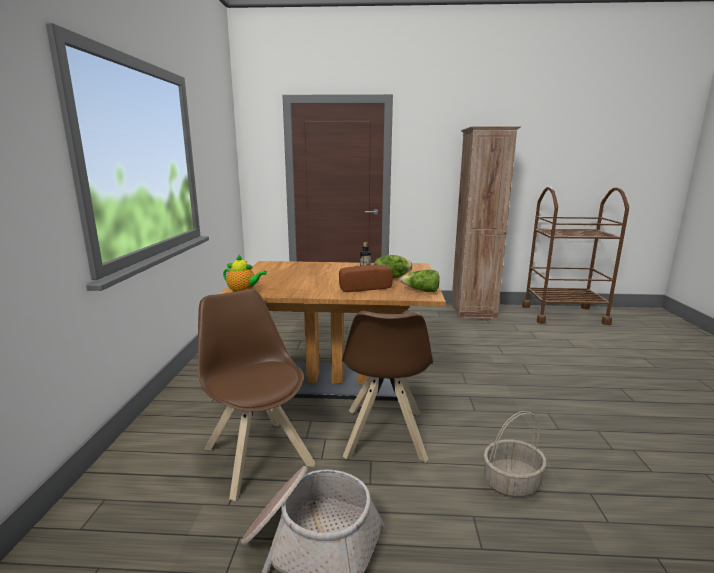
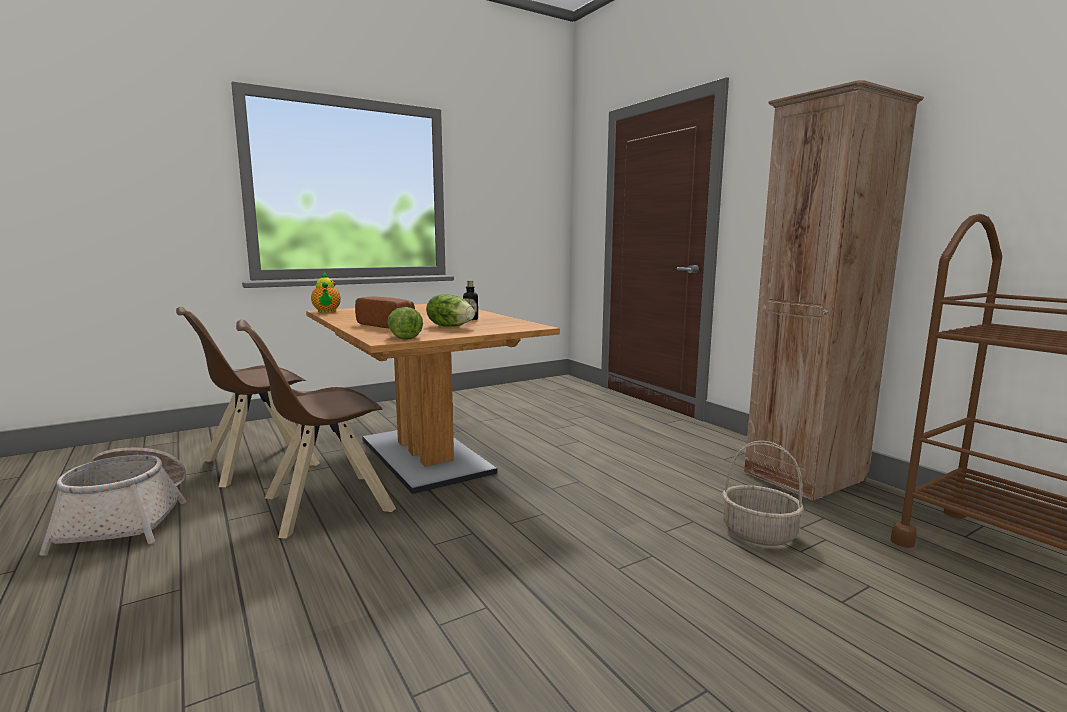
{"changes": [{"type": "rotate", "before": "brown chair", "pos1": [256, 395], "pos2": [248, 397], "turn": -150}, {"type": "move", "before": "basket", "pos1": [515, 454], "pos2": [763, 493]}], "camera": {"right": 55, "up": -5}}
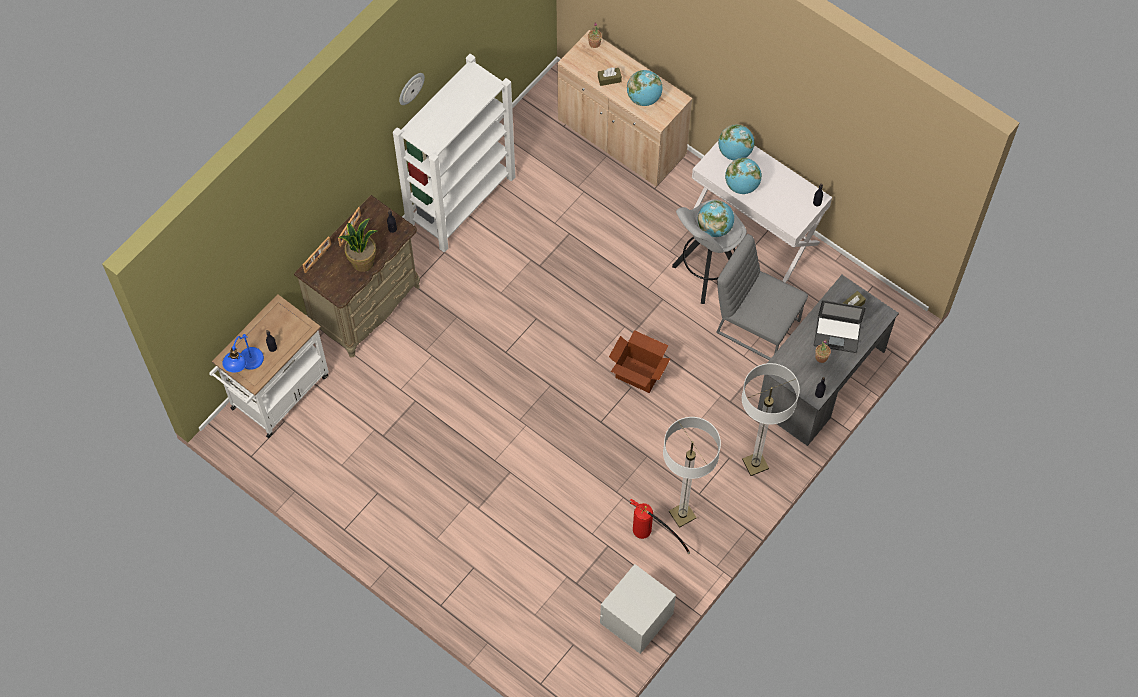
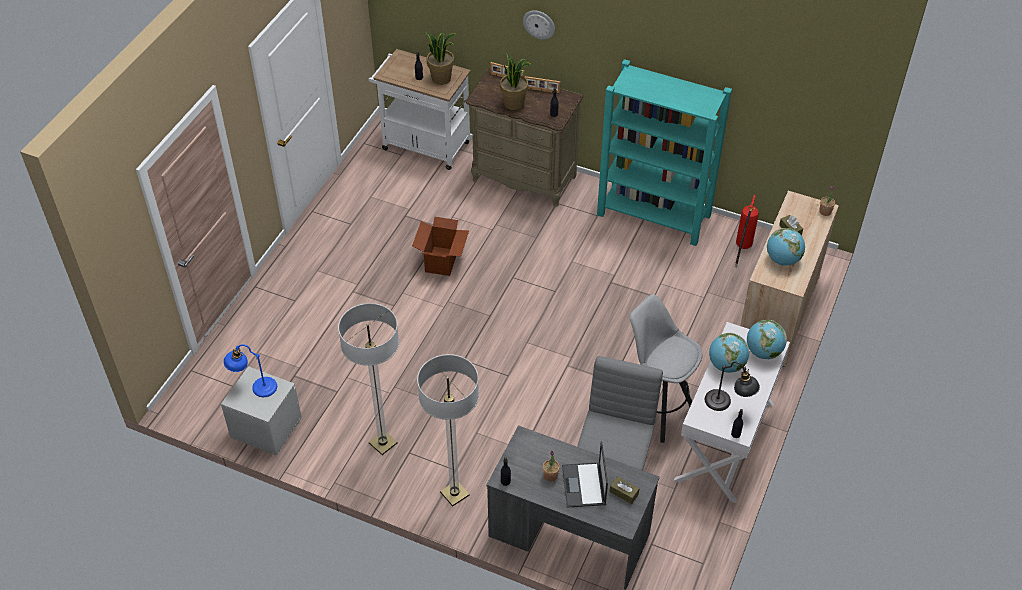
{"changes": [{"type": "move", "before": "blue table lamp", "pos1": [243, 353], "pos2": [250, 370]}, {"type": "recolor", "before": "white bookcase", "after": "turquoise bookcase", "pos1": [454, 153], "pos2": [664, 152]}, {"type": "move", "before": "wall clock", "pos1": [412, 89], "pos2": [539, 25]}, {"type": "move", "before": "cardboard box", "pos1": [640, 361], "pos2": [440, 246]}, {"type": "move", "before": "fire extinguisher", "pos1": [660, 526], "pos2": [747, 231]}, {"type": "delete", "before": "globe", "pos1": [716, 218]}, {"type": "insert", "after": "potted plant", "pos2": [441, 58]}, {"type": "insert", "after": "grey table lamp", "pos2": [732, 386]}], "camera": {"right": 75, "up": -15}}
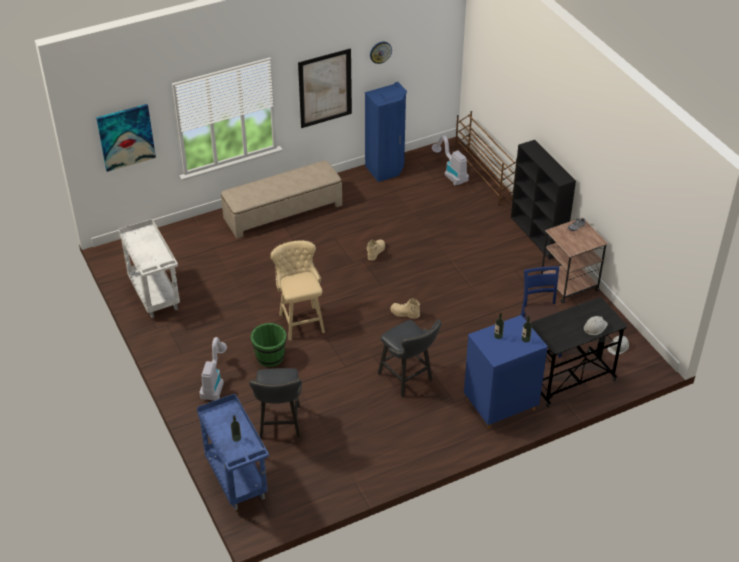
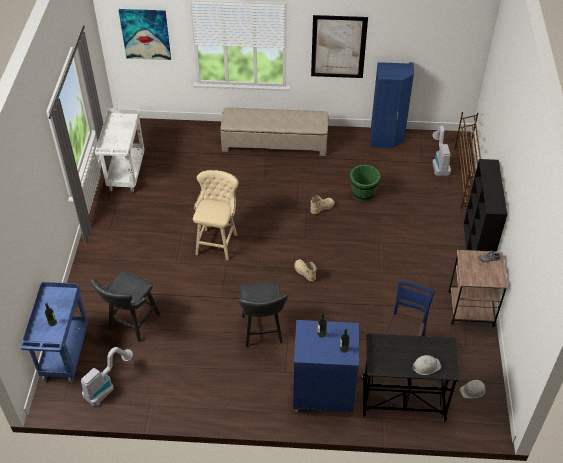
{"changes": [{"type": "move", "before": "vacuum cleaner", "pos1": [213, 368], "pos2": [107, 376]}, {"type": "move", "before": "green bucket", "pos1": [269, 345], "pos2": [365, 183]}, {"type": "delete", "before": "wall clock", "pos1": [381, 53]}], "camera": {"right": 30, "up": 5}}
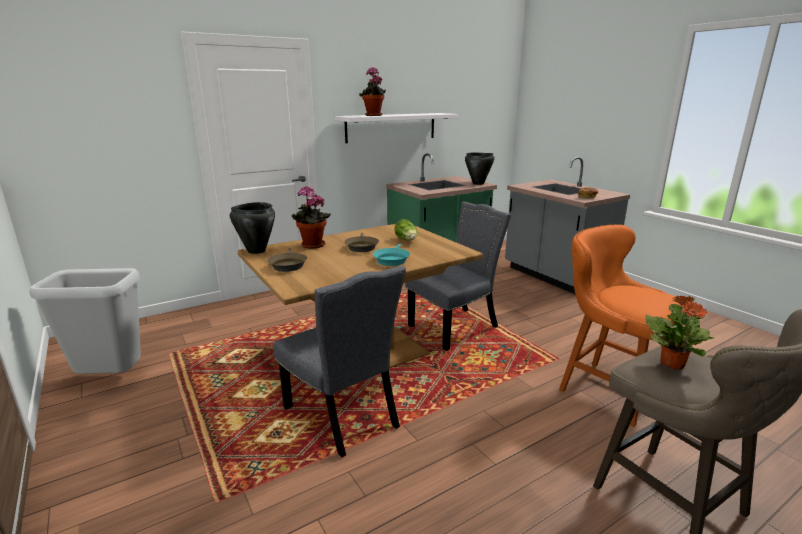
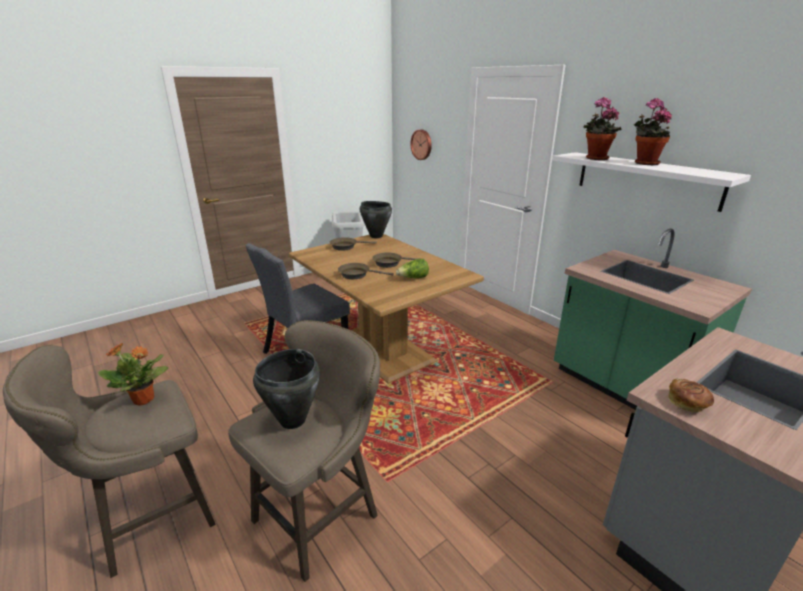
{"changes": [{"type": "move", "before": "potted plant", "pos1": [311, 217], "pos2": [652, 131]}, {"type": "recolor", "before": "turquoise frying pan", "after": "brown frying pan", "pos1": [391, 255], "pos2": [366, 271]}, {"type": "delete", "before": "grey chair", "pos1": [458, 276]}, {"type": "move", "before": "black cooking pot", "pos1": [479, 169], "pos2": [286, 389]}, {"type": "recolor", "before": "orange stool", "after": "beige stool", "pos1": [623, 325], "pos2": [304, 451]}, {"type": "insert", "after": "wall clock", "pos2": [421, 145]}], "camera": {"right": 85, "up": 5}}
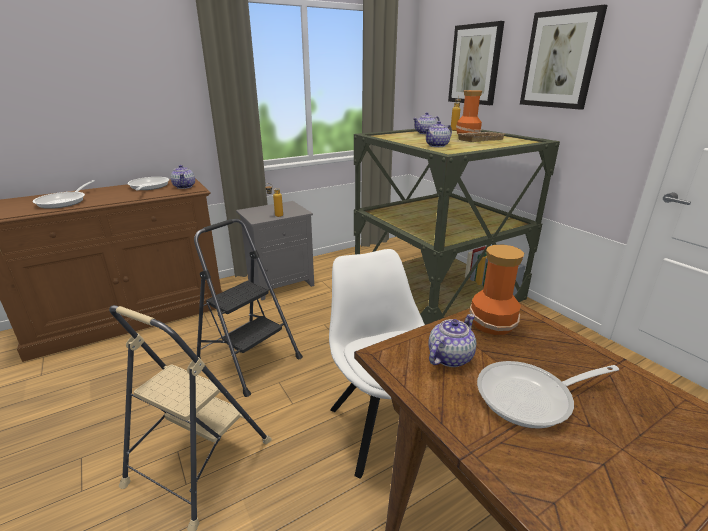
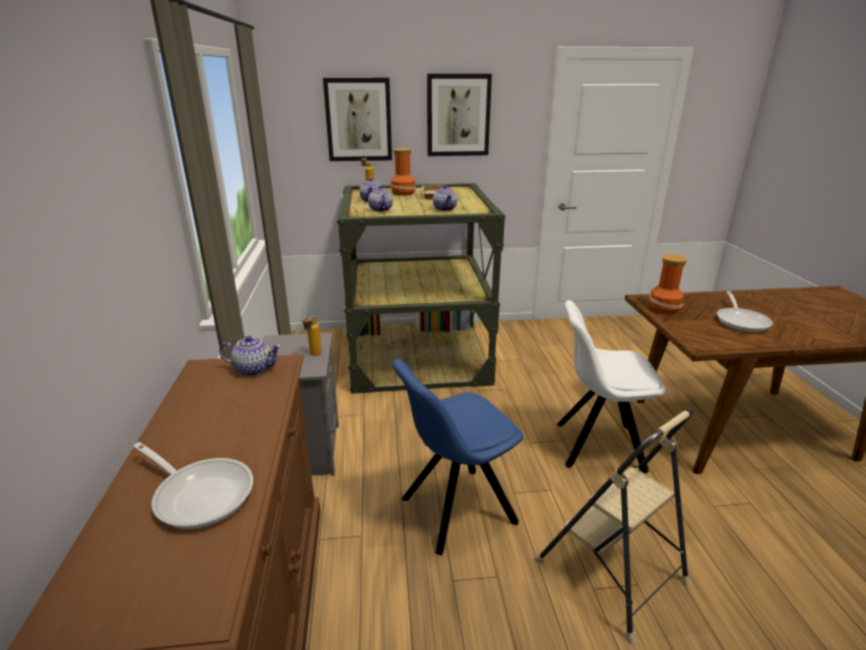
{"changes": [{"type": "delete", "before": "frying pan", "pos1": [148, 184]}, {"type": "replace", "before": "black step ladder", "after": "blue chair", "pos1": [248, 308], "pos2": [457, 457]}, {"type": "move", "before": "teapot", "pos1": [452, 340], "pos2": [380, 199]}], "camera": {"right": -65, "up": 0}}
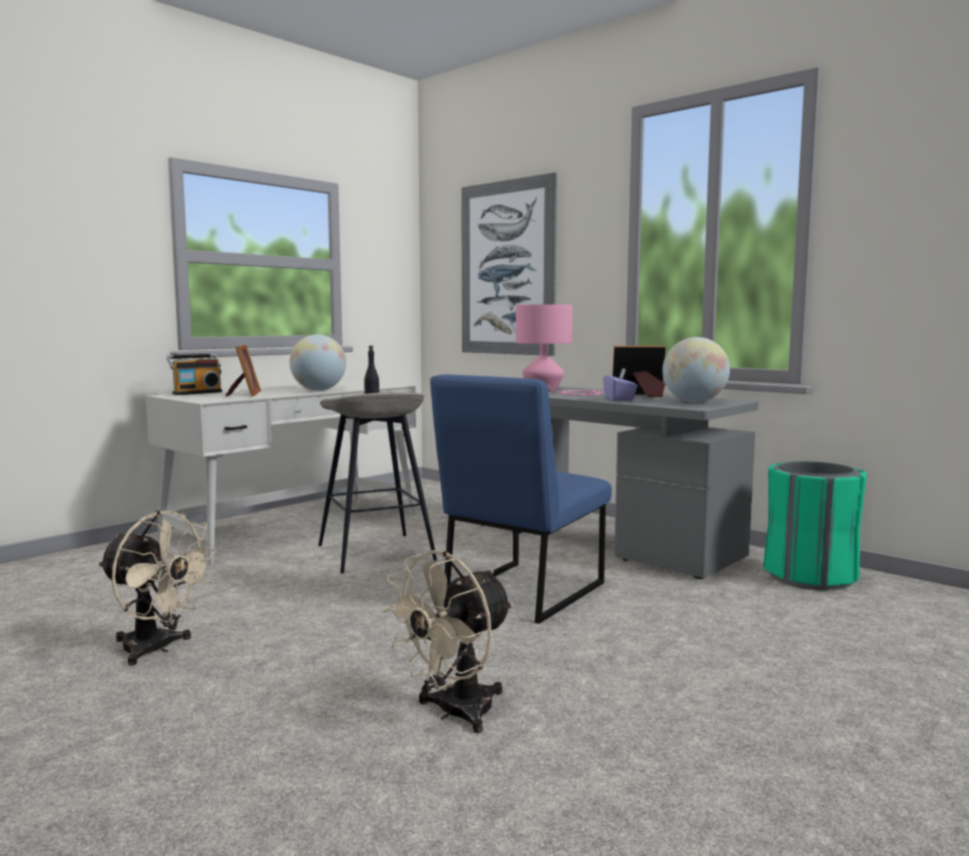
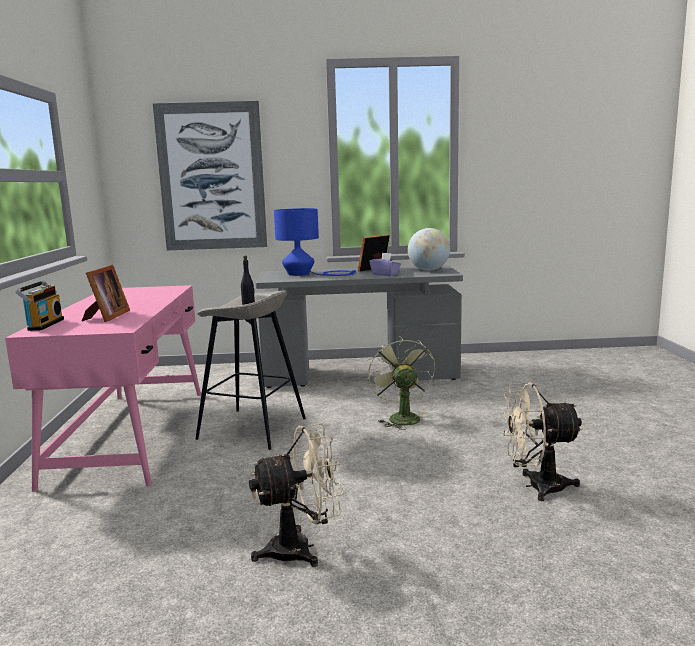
{"changes": [{"type": "recolor", "before": "white desk", "after": "pink desk", "pos1": [281, 473], "pos2": [103, 388]}, {"type": "rotate", "before": "picture frame", "pos1": [243, 371], "pos2": [106, 293], "turn": 60}, {"type": "delete", "before": "globe", "pos1": [317, 362]}, {"type": "rotate", "before": "beige fan", "pos1": [447, 641], "pos2": [542, 441], "turn": 90}, {"type": "replace", "before": "blue chair", "after": "green fan", "pos1": [521, 499], "pos2": [401, 383]}, {"type": "recolor", "before": "pink table lamp", "after": "blue table lamp", "pos1": [560, 350], "pos2": [315, 242]}, {"type": "delete", "before": "green trash can", "pos1": [815, 525]}], "camera": {"right": -45, "up": 5}}
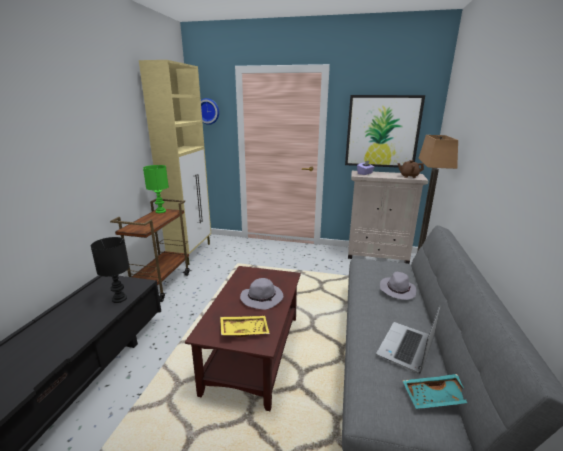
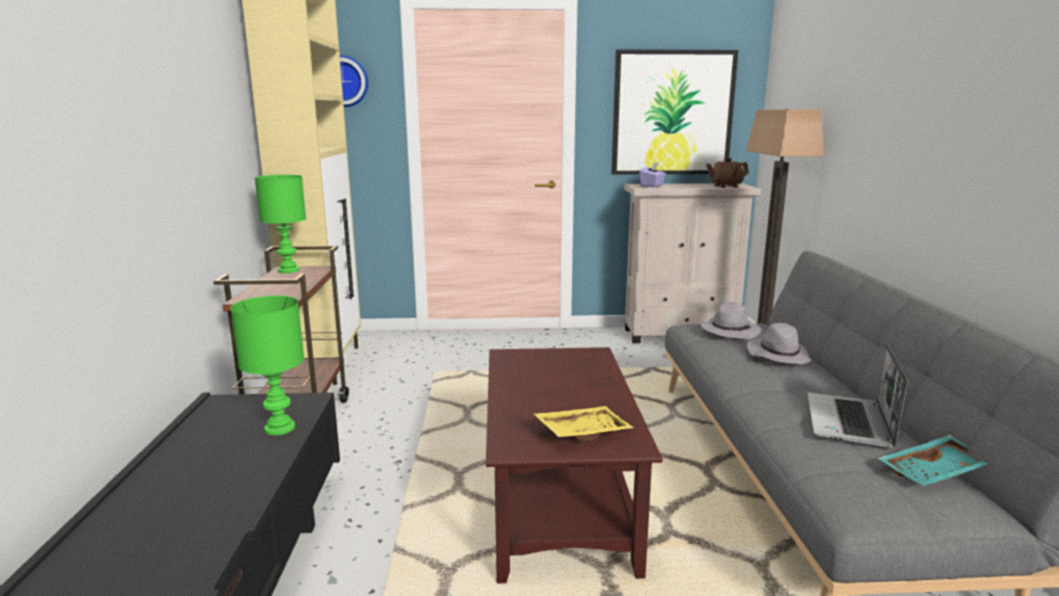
{"changes": [{"type": "recolor", "before": "black table lamp", "after": "green table lamp", "pos1": [110, 270], "pos2": [267, 365]}, {"type": "move", "before": "grey hat", "pos1": [261, 294], "pos2": [730, 321]}], "camera": {"right": -15, "up": -5}}
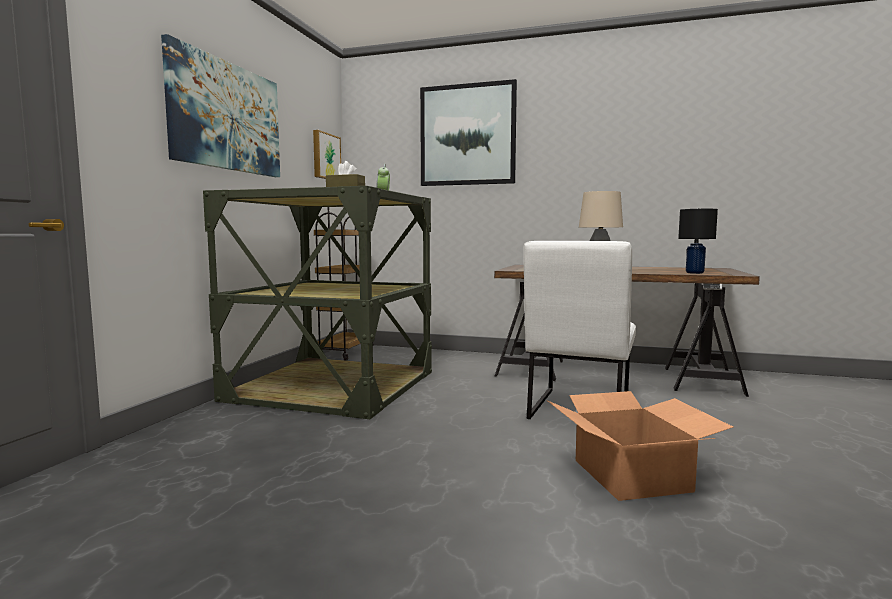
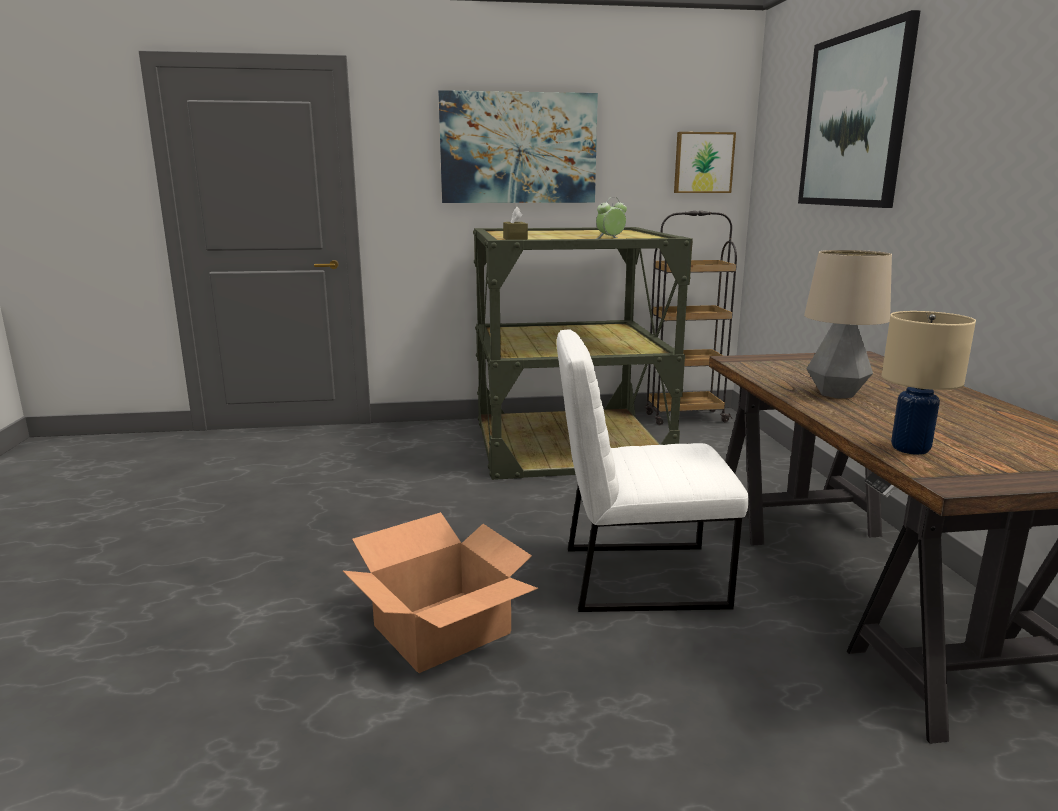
{"changes": [{"type": "recolor", "before": "black table lamp", "after": "beige table lamp", "pos1": [698, 241], "pos2": [929, 383]}], "camera": {"right": 65, "up": 10}}
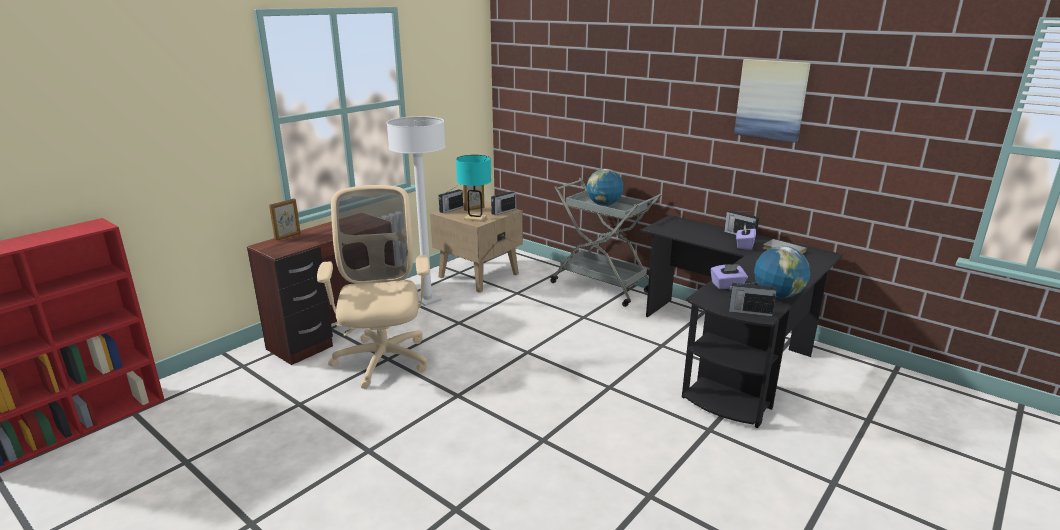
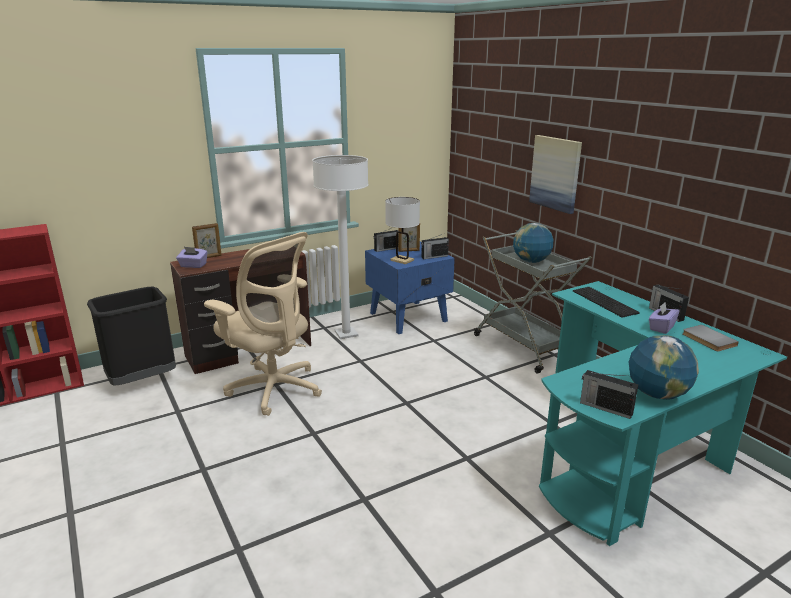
{"changes": [{"type": "rotate", "before": "beige office chair", "pos1": [373, 287], "pos2": [263, 324], "turn": 120}, {"type": "recolor", "before": "beige nightstand", "after": "blue nightstand", "pos1": [476, 247], "pos2": [410, 288]}, {"type": "recolor", "before": "turquoise table lamp", "after": "white table lamp", "pos1": [473, 188], "pos2": [402, 230]}, {"type": "recolor", "before": "black desk", "after": "turquoise desk", "pos1": [741, 321], "pos2": [663, 413]}, {"type": "move", "before": "purple tissue box", "pos1": [729, 276], "pos2": [192, 257]}, {"type": "move", "before": "picture", "pos1": [772, 101], "pos2": [555, 174]}, {"type": "insert", "after": "black trash can", "pos2": [131, 336]}, {"type": "insert", "after": "keyboard", "pos2": [606, 302]}], "camera": {"right": 20, "up": 0}}
